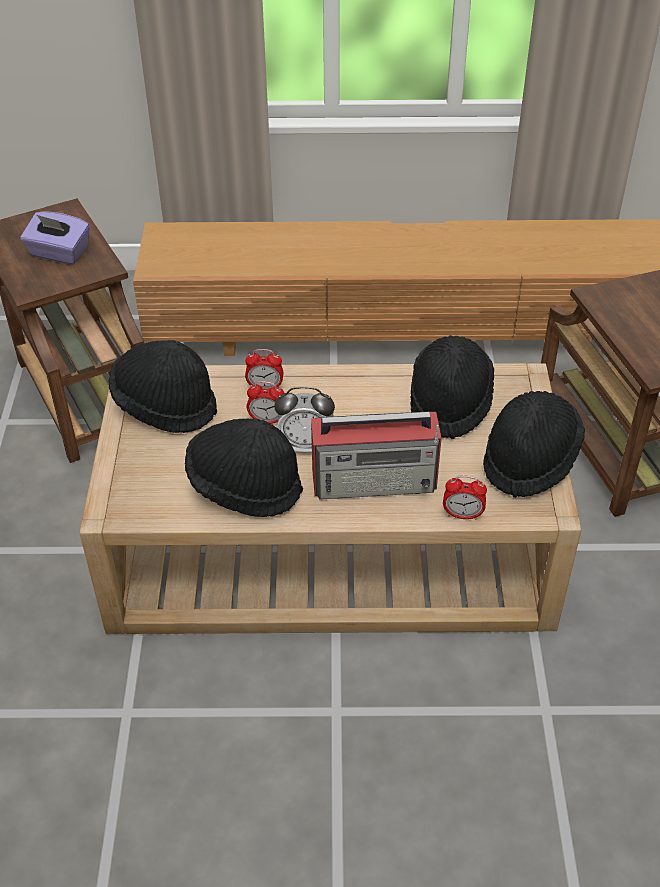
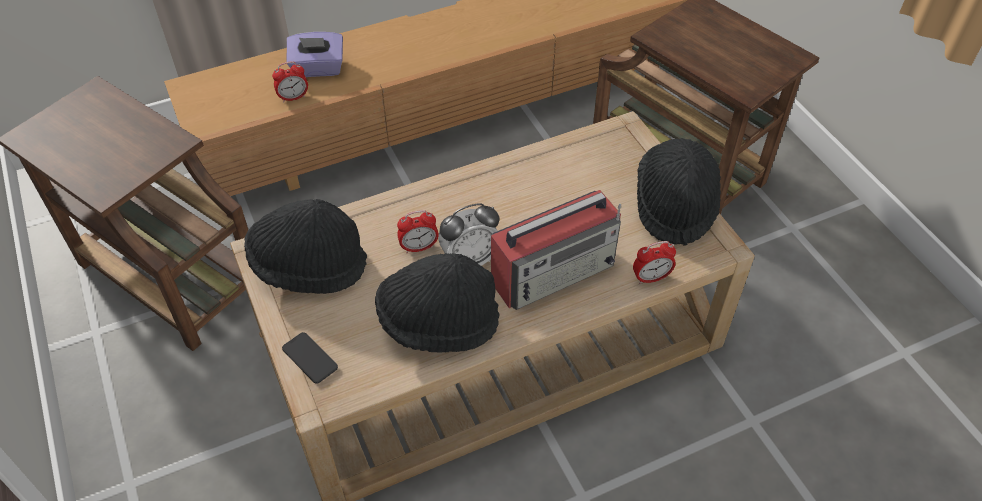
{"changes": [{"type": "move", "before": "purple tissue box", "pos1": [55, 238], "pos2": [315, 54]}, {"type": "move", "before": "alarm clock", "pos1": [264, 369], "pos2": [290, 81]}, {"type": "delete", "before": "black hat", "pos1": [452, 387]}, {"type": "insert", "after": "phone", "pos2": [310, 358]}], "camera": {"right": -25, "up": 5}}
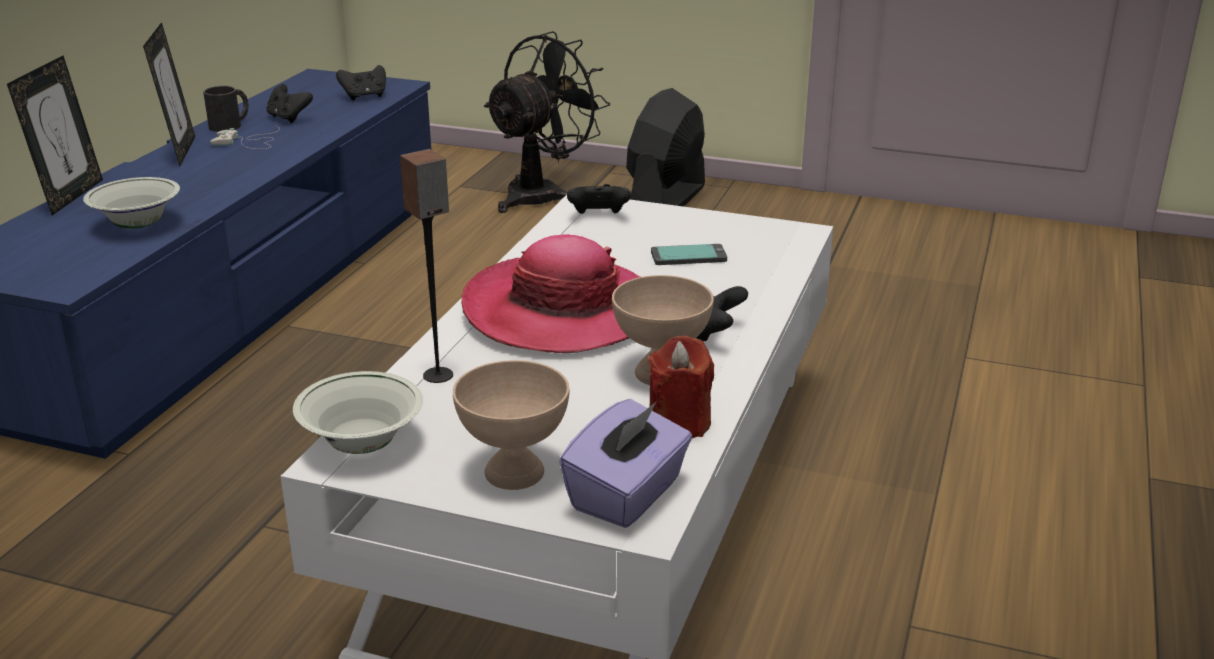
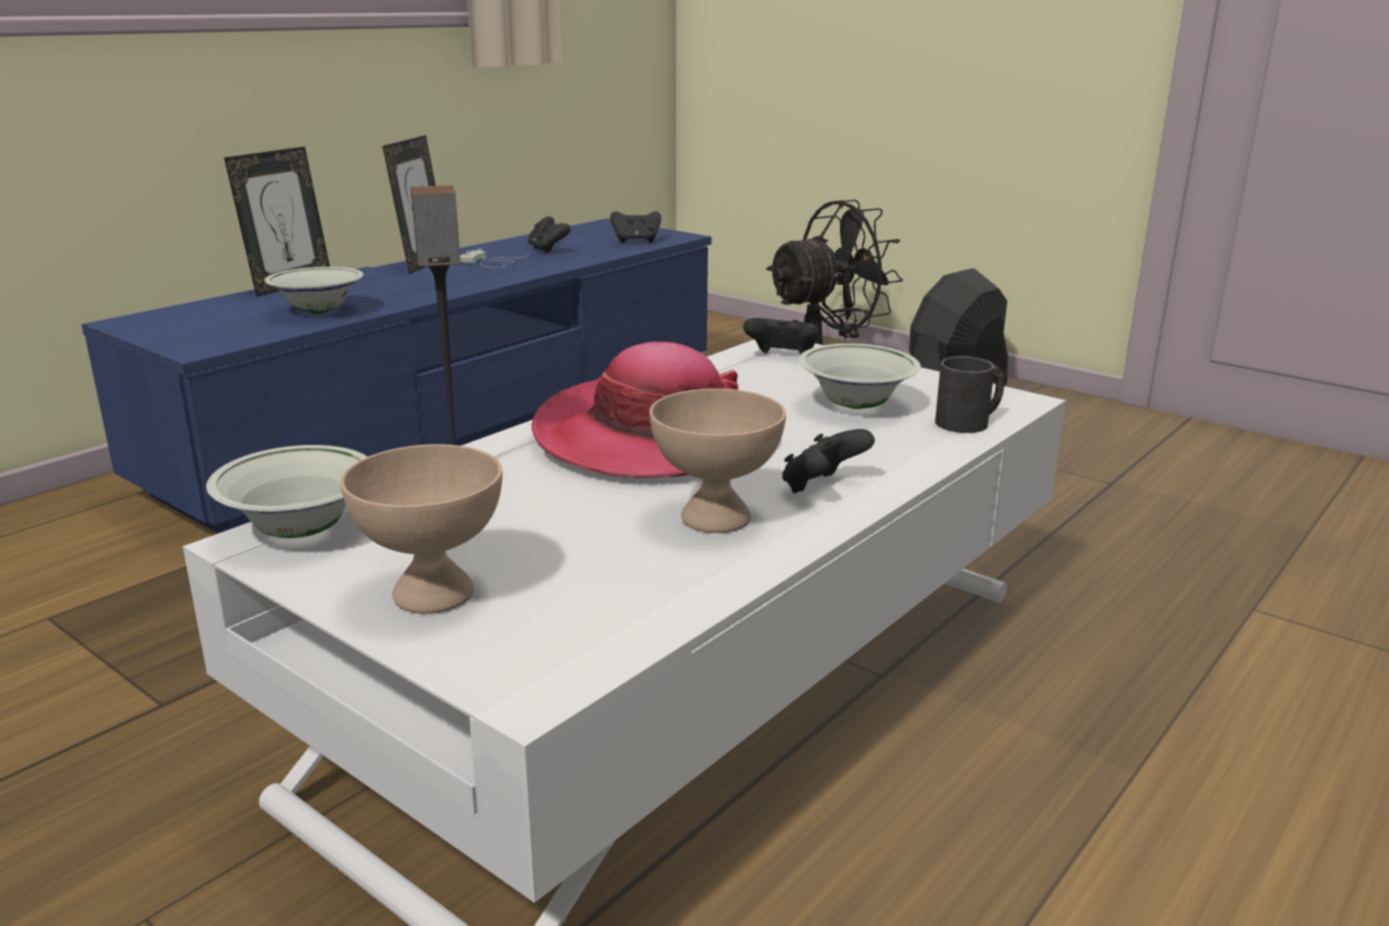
{"changes": [{"type": "move", "before": "black mug", "pos1": [226, 109], "pos2": [969, 394]}, {"type": "delete", "before": "purple tissue box", "pos1": [625, 463]}, {"type": "delete", "before": "red candle", "pos1": [681, 387]}, {"type": "replace", "before": "phone", "after": "white bowl", "pos1": [689, 254], "pos2": [860, 376]}], "camera": {"right": 20, "up": -5}}
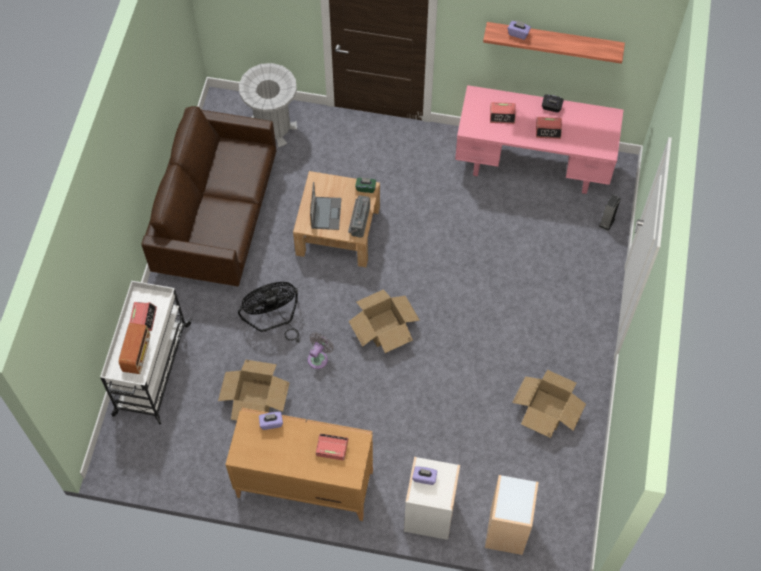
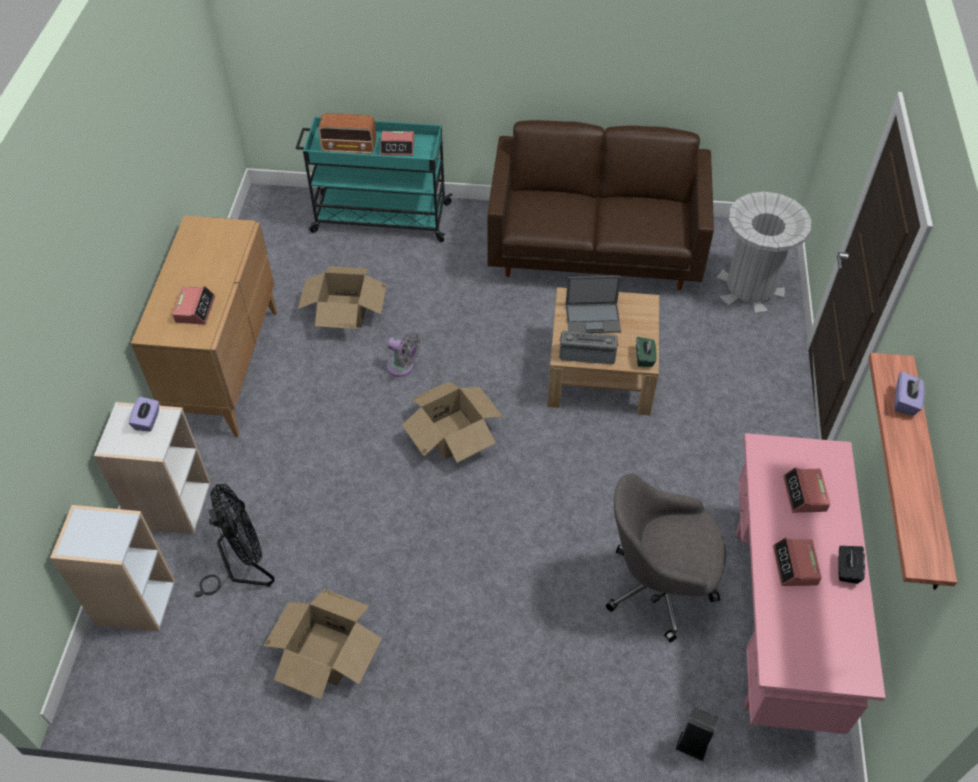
{"changes": [{"type": "recolor", "before": "white cart", "after": "turquoise cart", "pos1": [146, 353], "pos2": [374, 179]}, {"type": "move", "before": "black fan", "pos1": [268, 312], "pos2": [234, 540]}, {"type": "delete", "before": "purple tissue box", "pos1": [271, 421]}, {"type": "insert", "after": "grey office chair", "pos2": [666, 558]}], "camera": {"right": 85, "up": -10}}
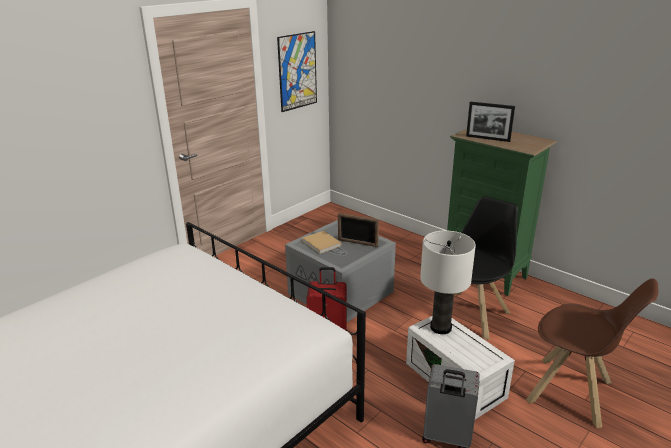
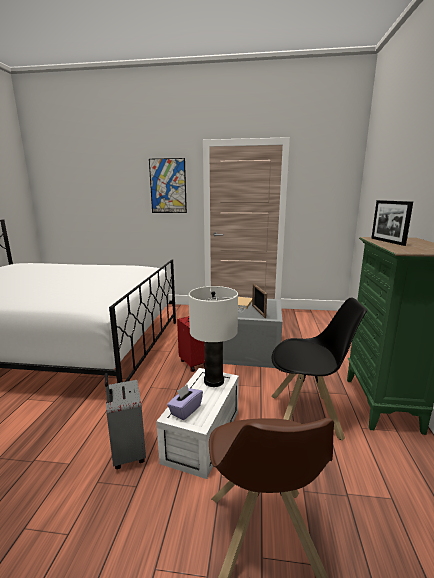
{"changes": [{"type": "move", "before": "picture", "pos1": [297, 71], "pos2": [168, 185]}, {"type": "insert", "after": "purple tissue box", "pos2": [185, 402]}], "camera": {"right": 55, "up": -10}}
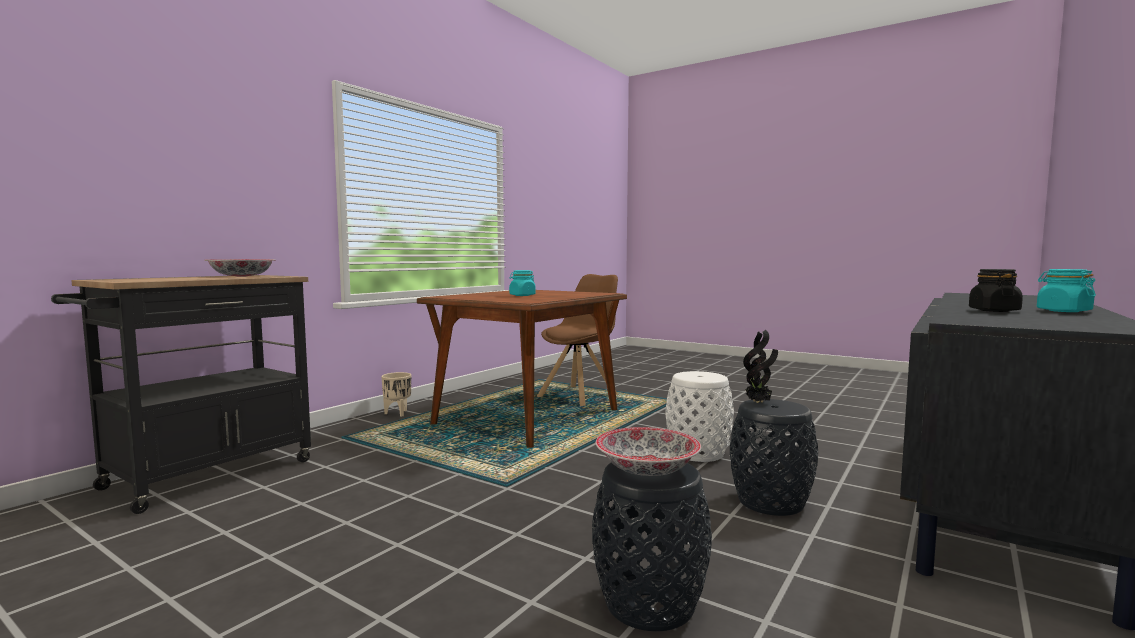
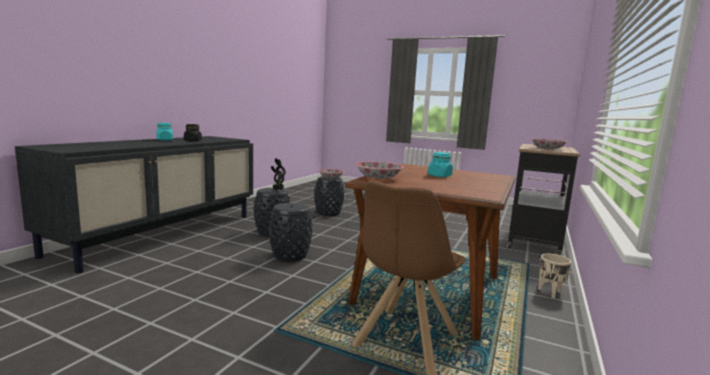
{"changes": [{"type": "recolor", "before": "white stool", "after": "black stool", "pos1": [700, 416], "pos2": [291, 232]}, {"type": "insert", "after": "bowl", "pos2": [379, 170]}], "camera": {"right": 170, "up": 5}}
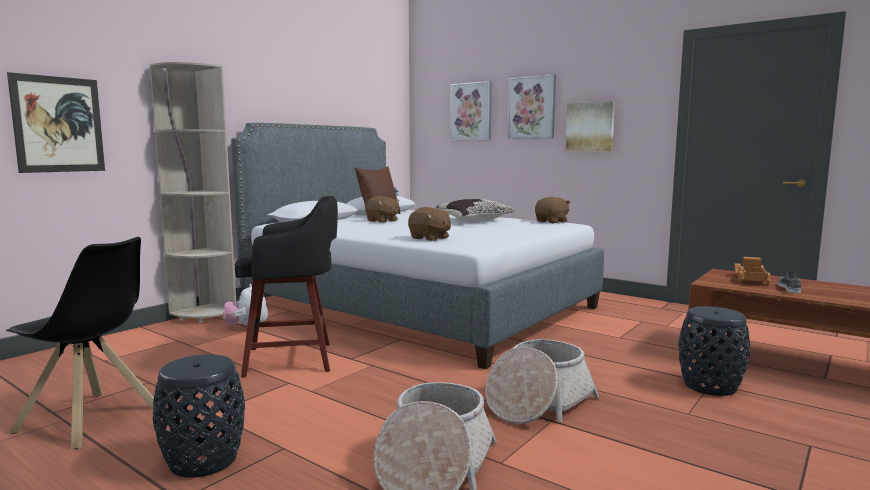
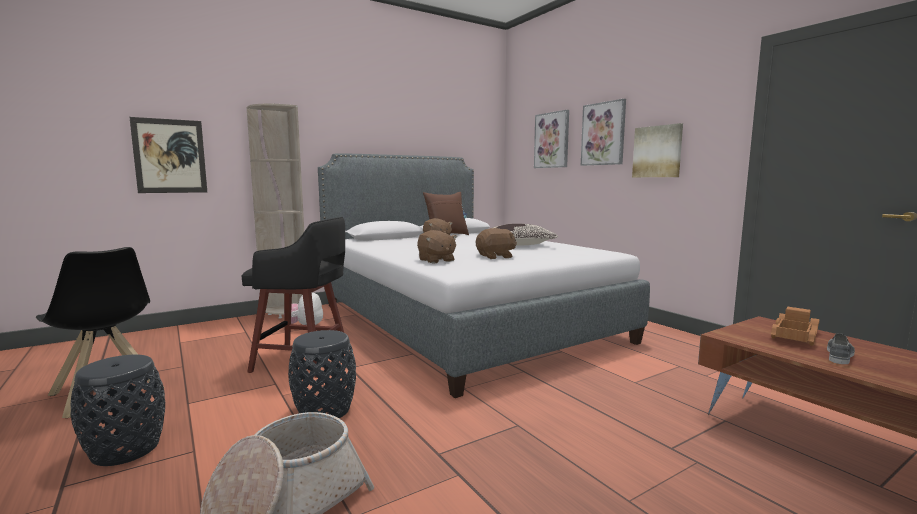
{"changes": [{"type": "delete", "before": "basket", "pos1": [542, 381]}, {"type": "move", "before": "brown plush toy", "pos1": [552, 210], "pos2": [496, 243]}, {"type": "move", "before": "black stool", "pos1": [714, 351], "pos2": [322, 374]}], "camera": {"right": 20, "up": 0}}
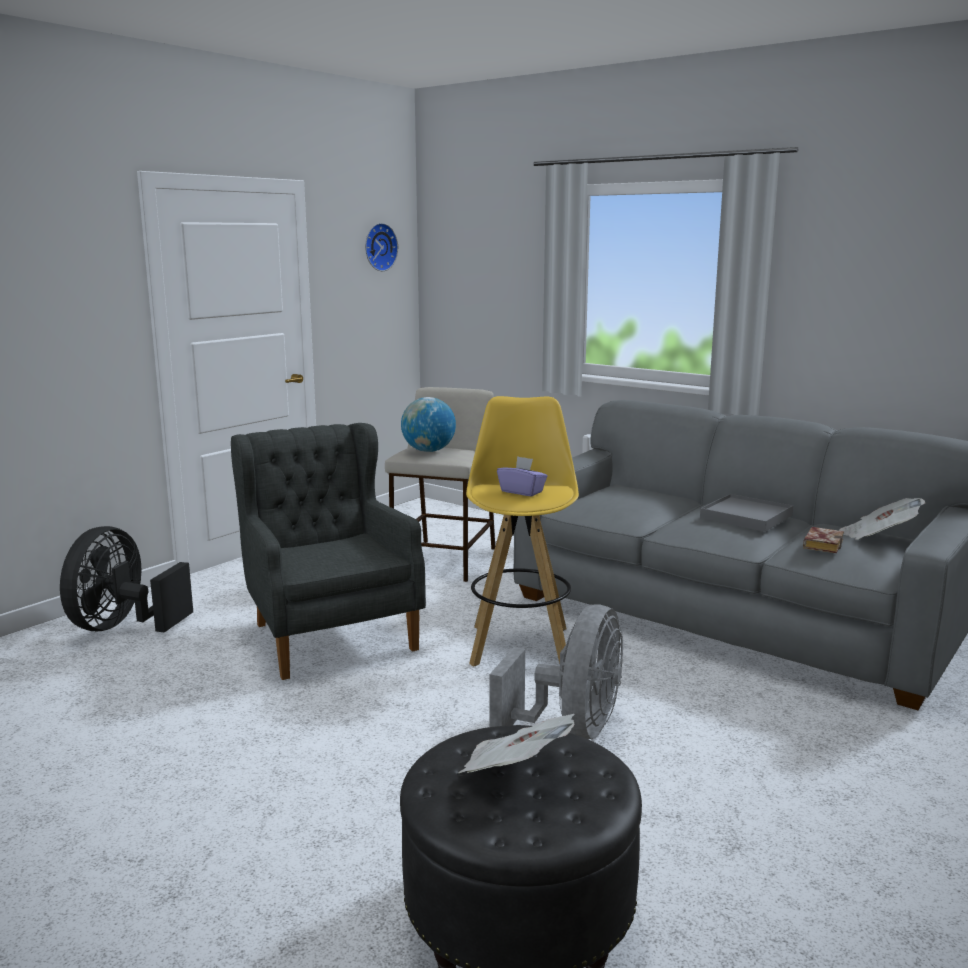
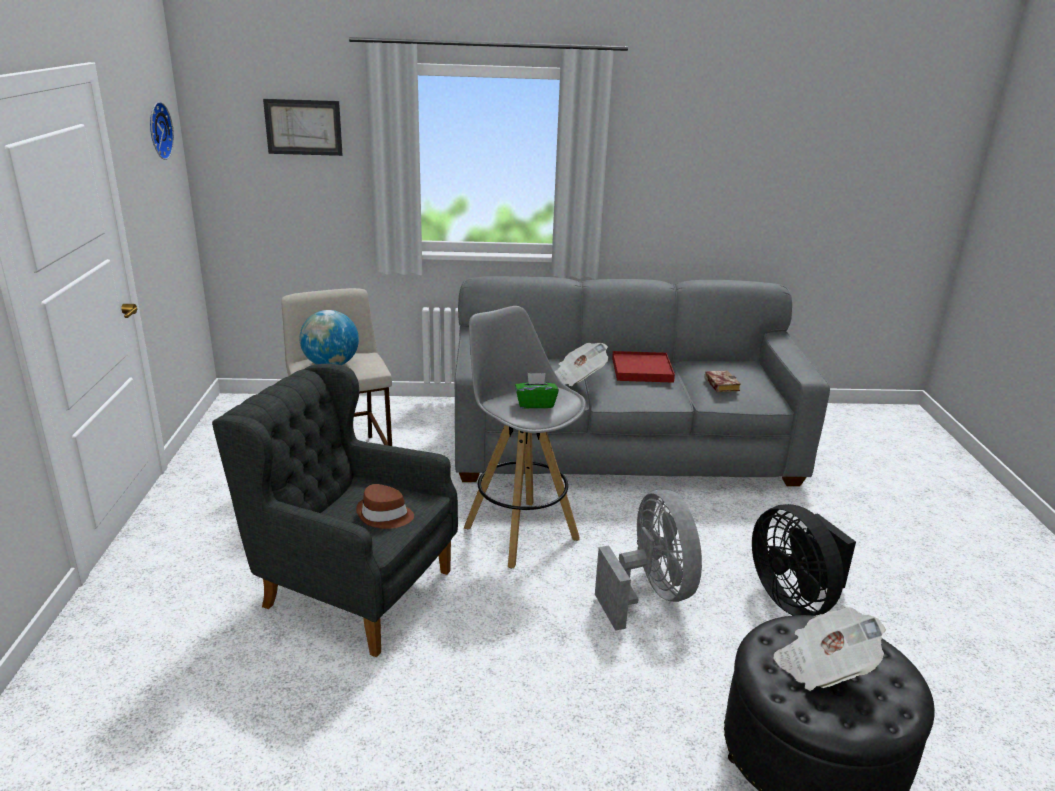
{"changes": [{"type": "move", "before": "black fan", "pos1": [126, 579], "pos2": [804, 560]}, {"type": "recolor", "before": "yellow stool", "after": "grey stool", "pos1": [522, 531], "pos2": [525, 437]}, {"type": "recolor", "before": "purple tissue box", "after": "green tissue box", "pos1": [522, 476], "pos2": [537, 391]}, {"type": "recolor", "before": "grey tray", "after": "red tray", "pos1": [746, 513], "pos2": [643, 367]}, {"type": "move", "before": "newspaper", "pos1": [882, 519], "pos2": [582, 364]}, {"type": "insert", "after": "picture", "pos2": [303, 127]}, {"type": "insert", "after": "brown hat", "pos2": [385, 506]}], "camera": {"right": -40, "up": 10}}
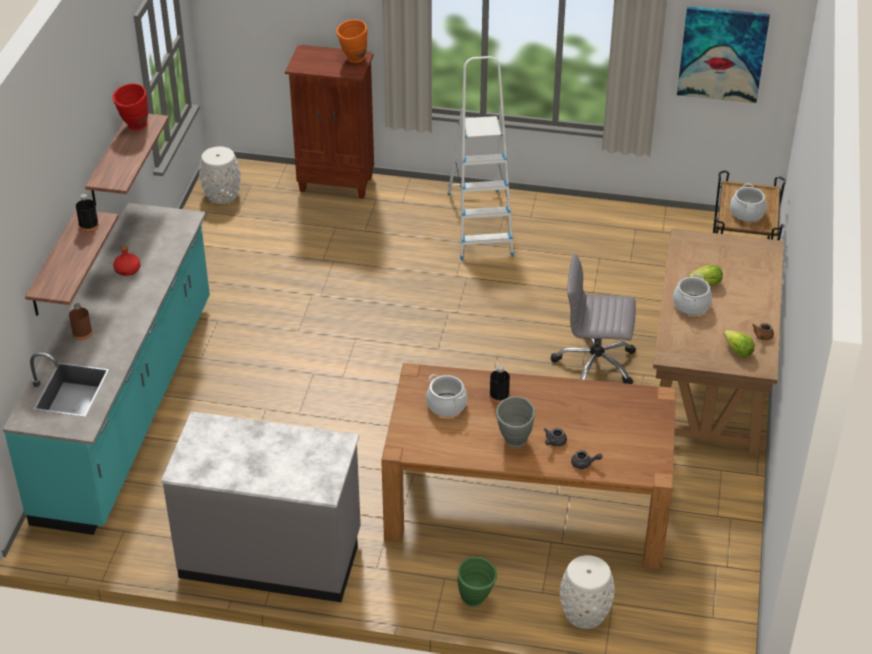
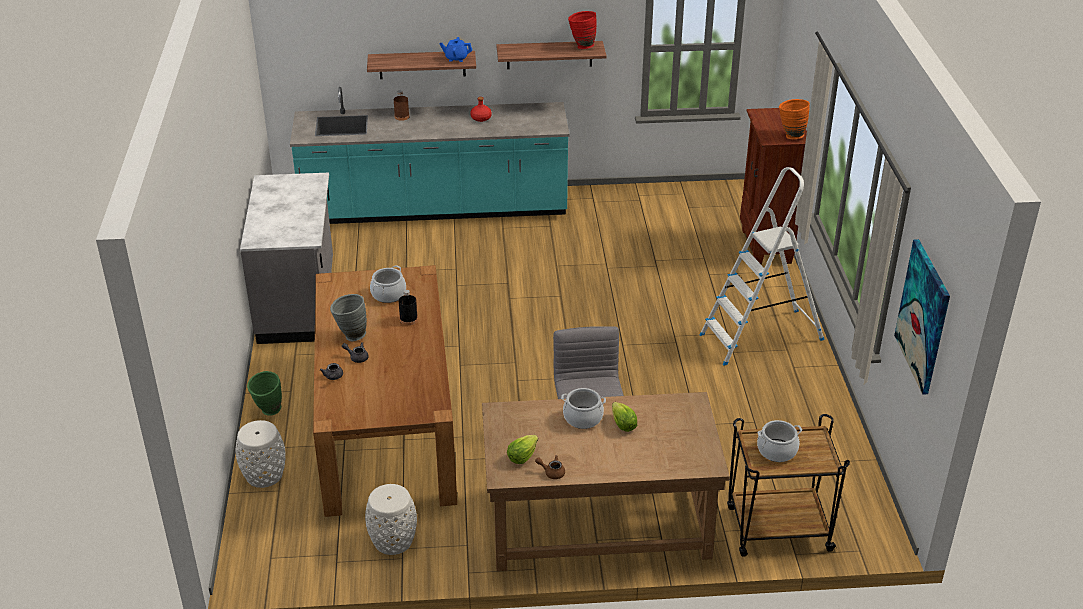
{"changes": [{"type": "replace", "before": "black bottle", "after": "blue teapot", "pos1": [87, 213], "pos2": [456, 49]}, {"type": "move", "before": "white stool", "pos1": [220, 175], "pos2": [391, 519]}], "camera": {"right": 75, "up": -5}}
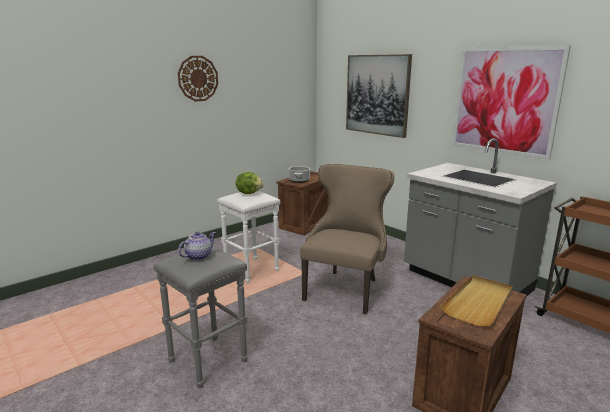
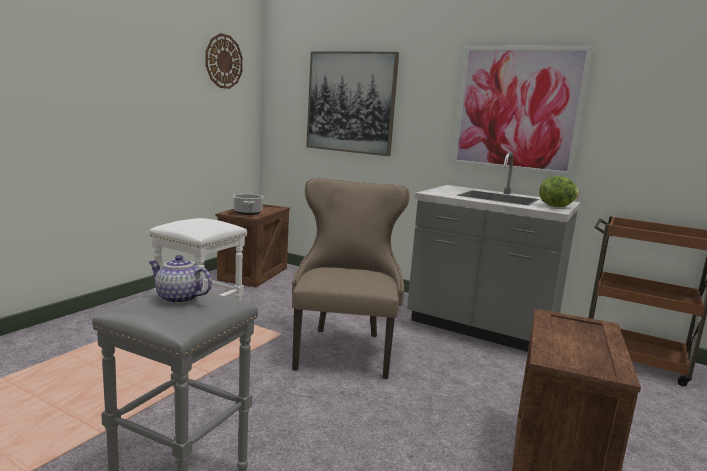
{"changes": [{"type": "move", "before": "wall clock", "pos1": [198, 79], "pos2": [224, 61]}, {"type": "rotate", "before": "teapot", "pos1": [197, 246], "pos2": [180, 279], "turn": -90}, {"type": "move", "before": "lettuce", "pos1": [250, 183], "pos2": [559, 191]}, {"type": "delete", "before": "beige tray", "pos1": [476, 301]}], "camera": {"right": -20, "up": -5}}
